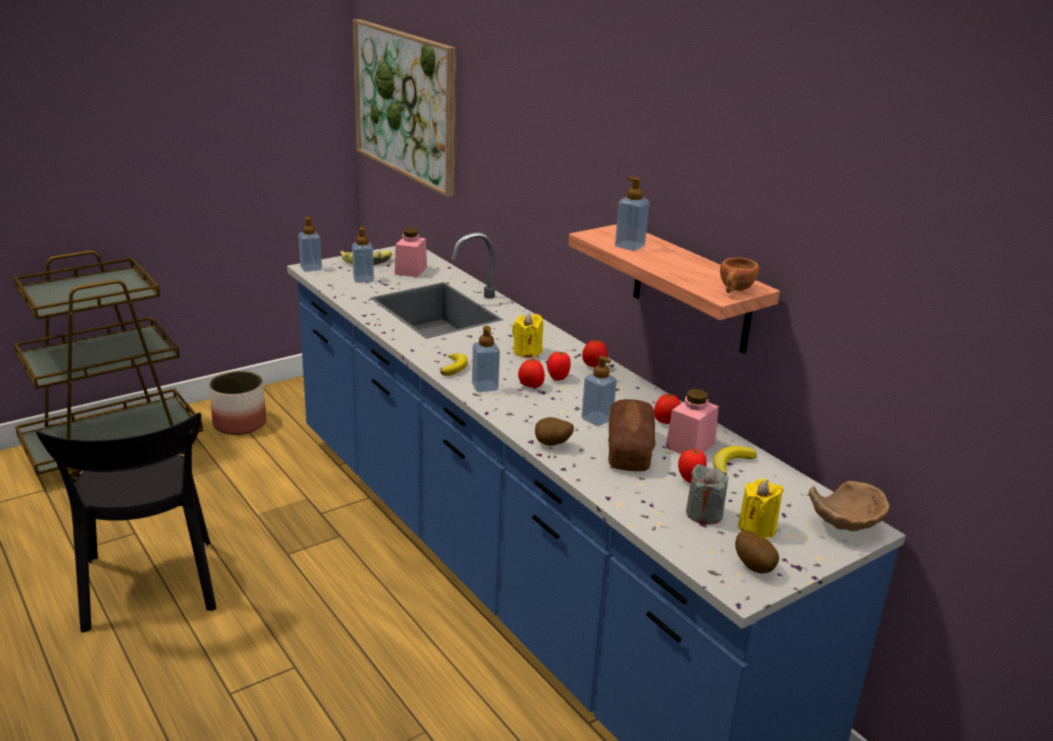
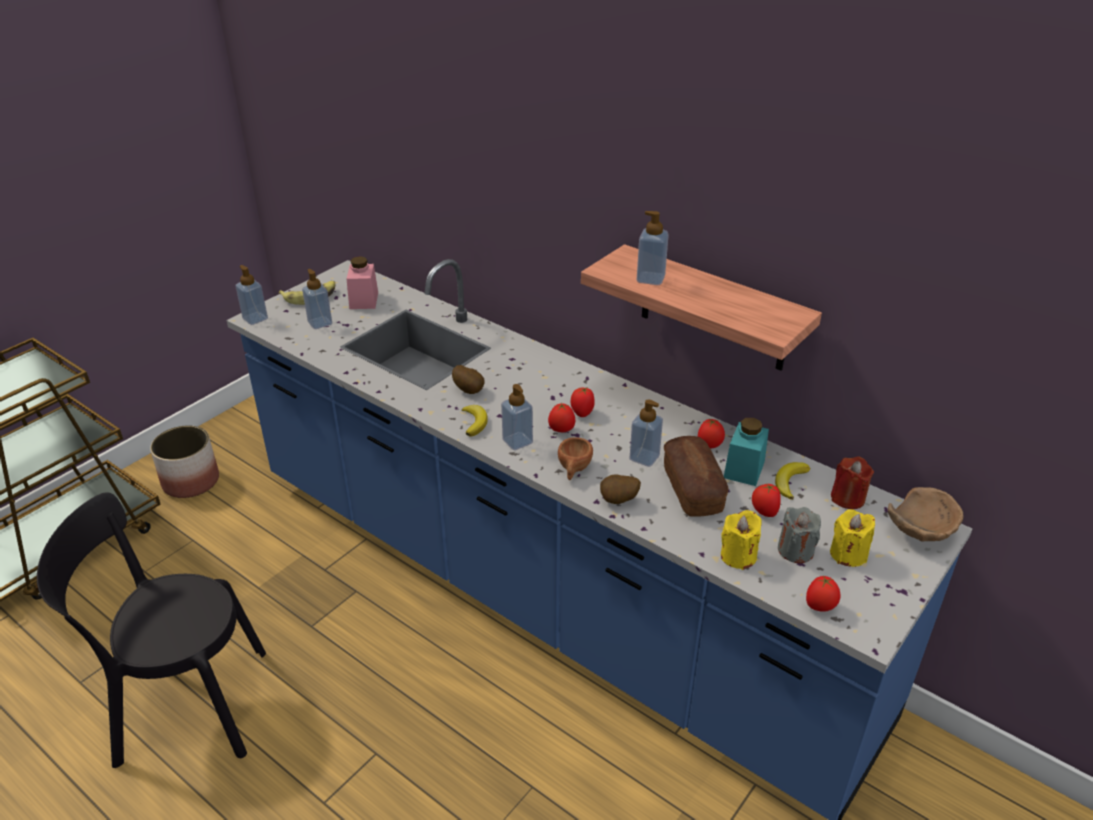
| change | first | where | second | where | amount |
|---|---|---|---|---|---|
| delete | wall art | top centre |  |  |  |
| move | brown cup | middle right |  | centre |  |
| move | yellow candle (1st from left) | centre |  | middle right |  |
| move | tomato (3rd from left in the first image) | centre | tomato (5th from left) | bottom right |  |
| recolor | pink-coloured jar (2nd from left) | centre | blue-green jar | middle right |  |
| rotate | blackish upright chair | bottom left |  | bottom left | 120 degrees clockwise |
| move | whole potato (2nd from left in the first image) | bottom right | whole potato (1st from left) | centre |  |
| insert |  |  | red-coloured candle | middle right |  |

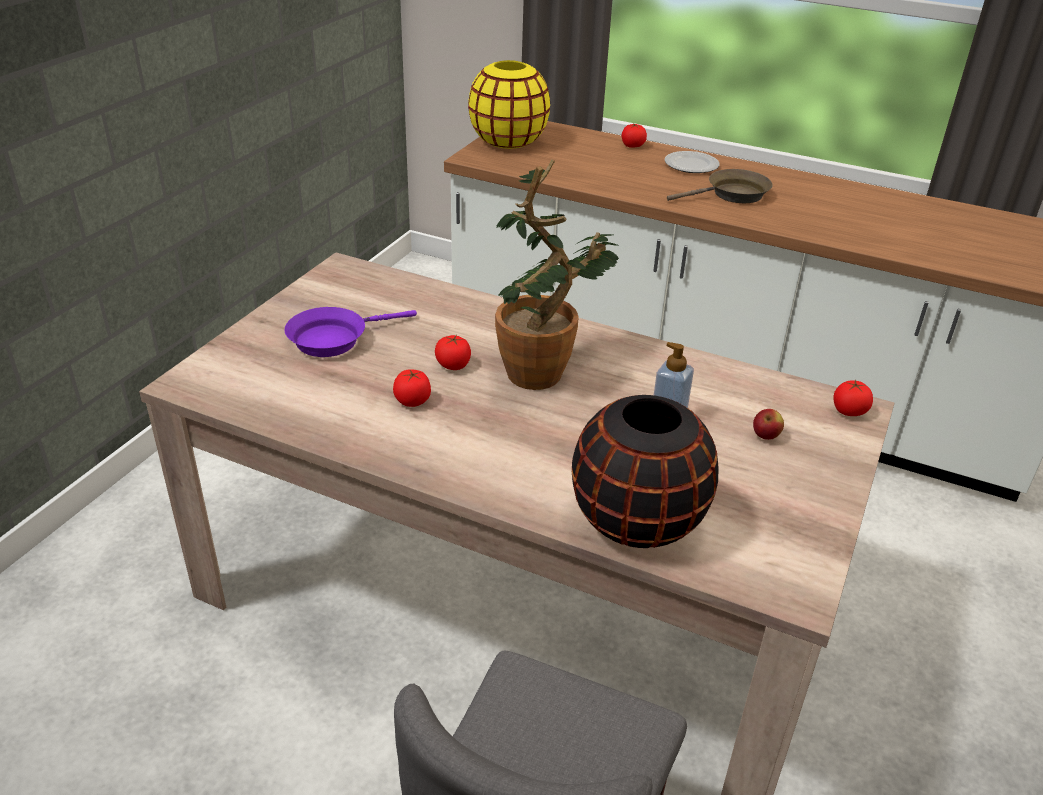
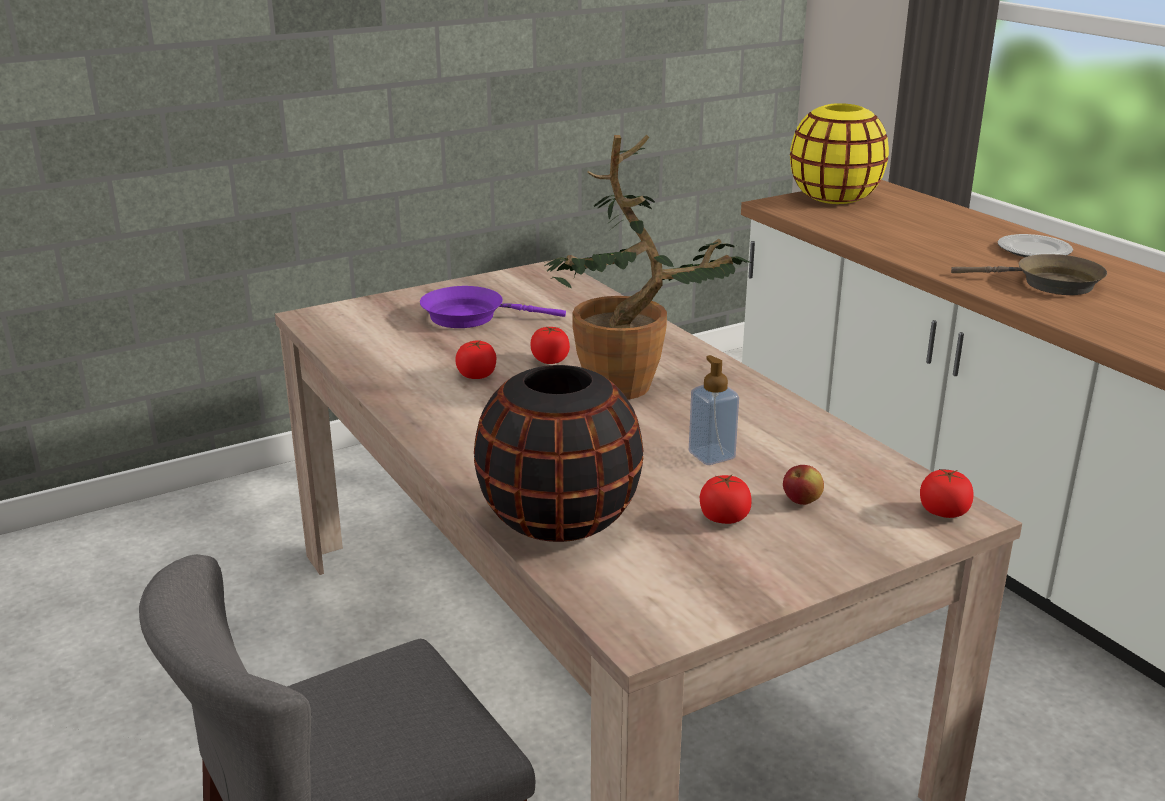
| change | first | where | second | where | amount |
|---|---|---|---|---|---|
| move | tomato (3rd from left) | top centre |  | centre |  |

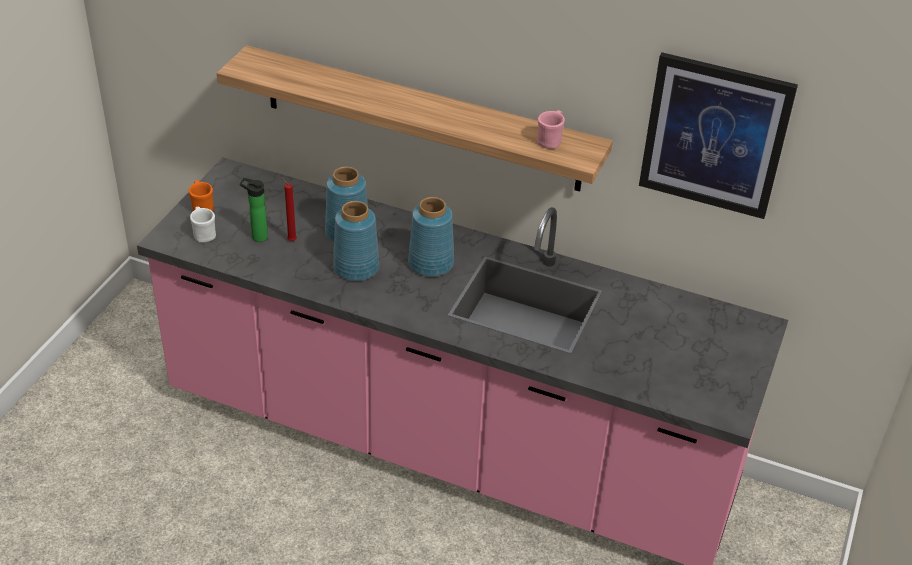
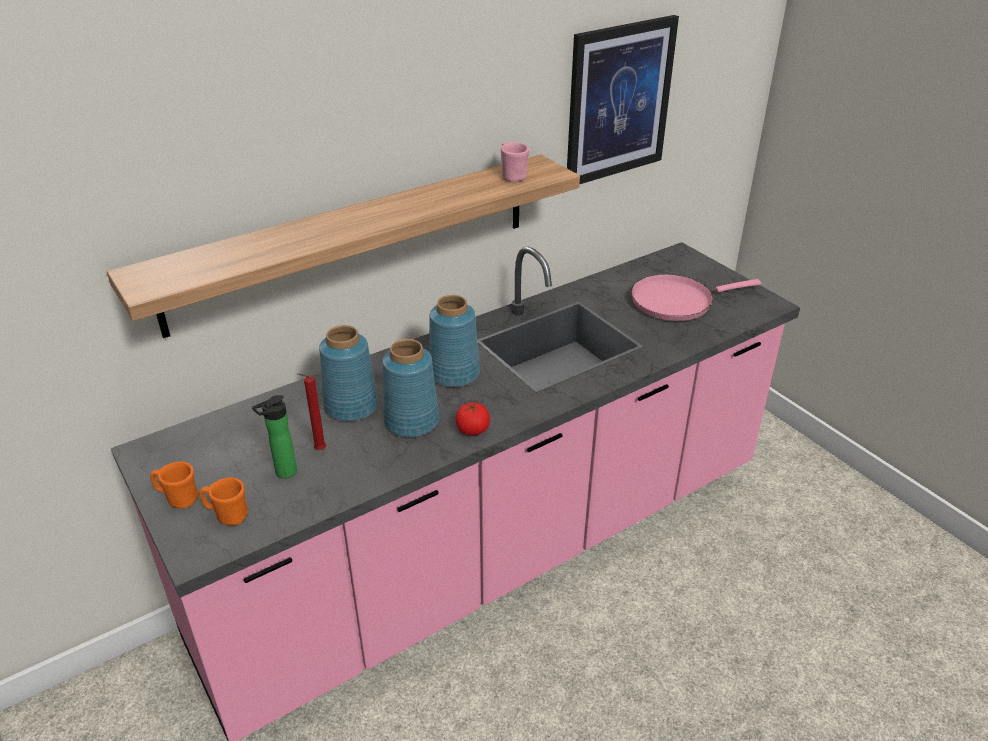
| change | first | where | second | where | amount |
|---|---|---|---|---|---|
| recolor | whitish tea mug | middle left | orange tea mug (2nd from left) | bottom left |  |
| insert |  |  | pink-coloured frying pan | middle right |  |
| insert |  |  | tomato | centre |  |

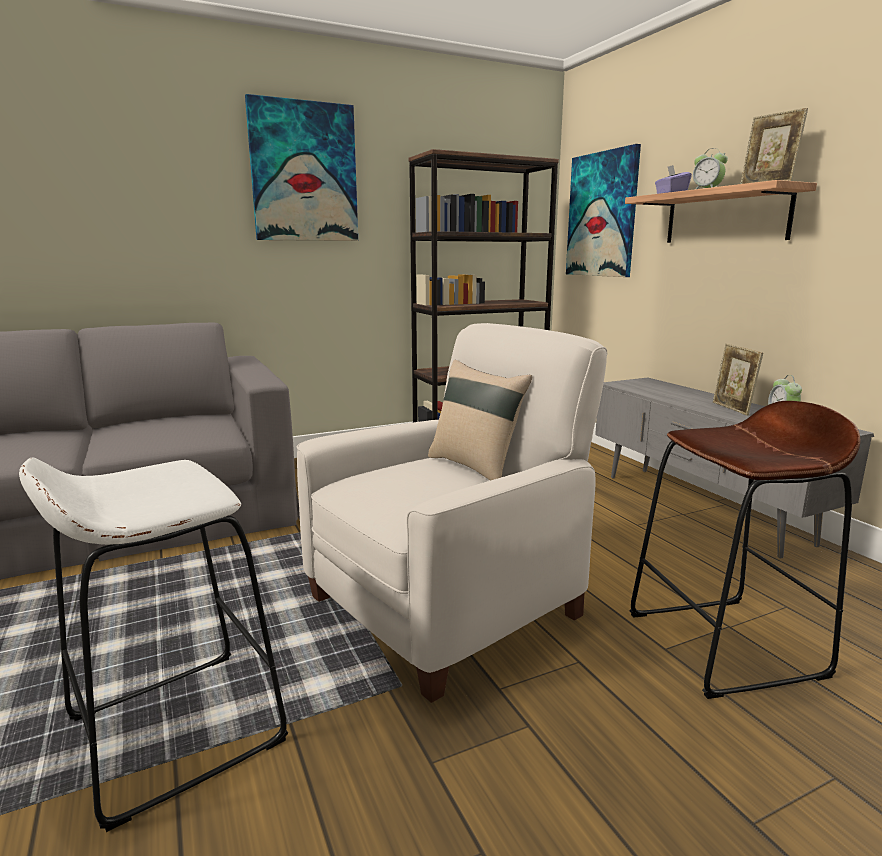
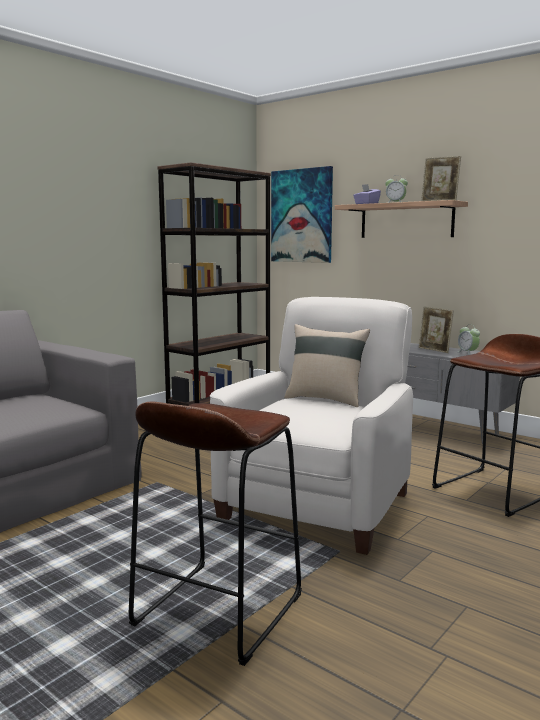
| change | first | where | second | where | amount |
|---|---|---|---|---|---|
| delete | wall art (1st from left) | top centre |  |  |  |
| recolor | whitish sitting stool | bottom left | brown sitting stool (1st from left) | bottom centre |  |

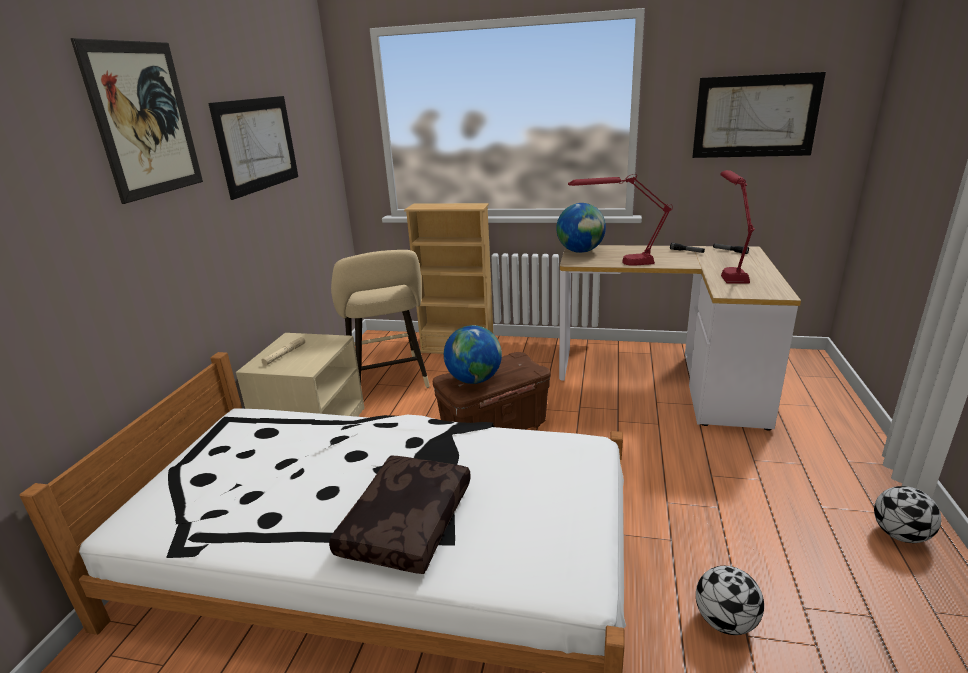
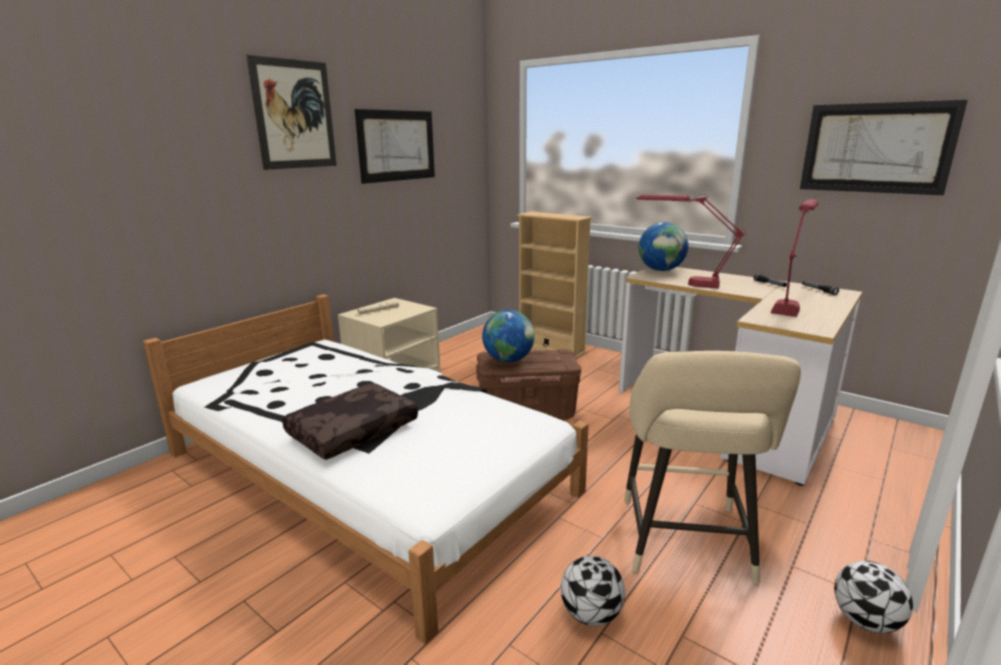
| change | first | where | second | where | amount |
|---|---|---|---|---|---|
| move | sand-coloured sitting stool | centre |  | bottom right |  |

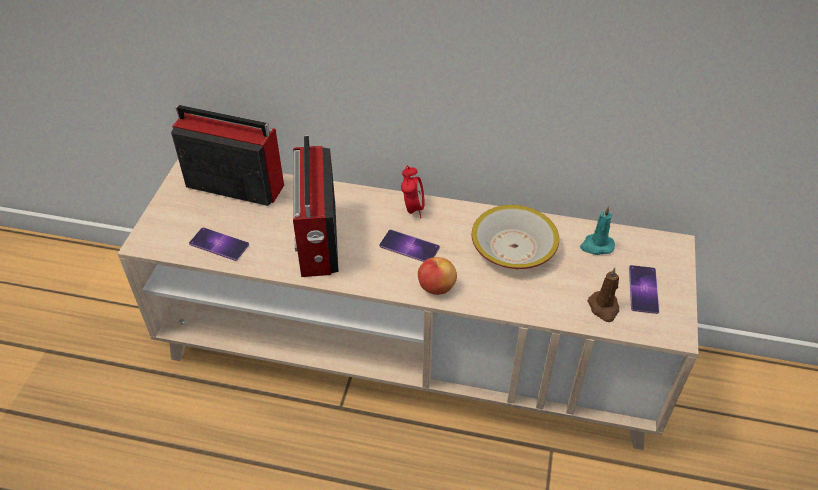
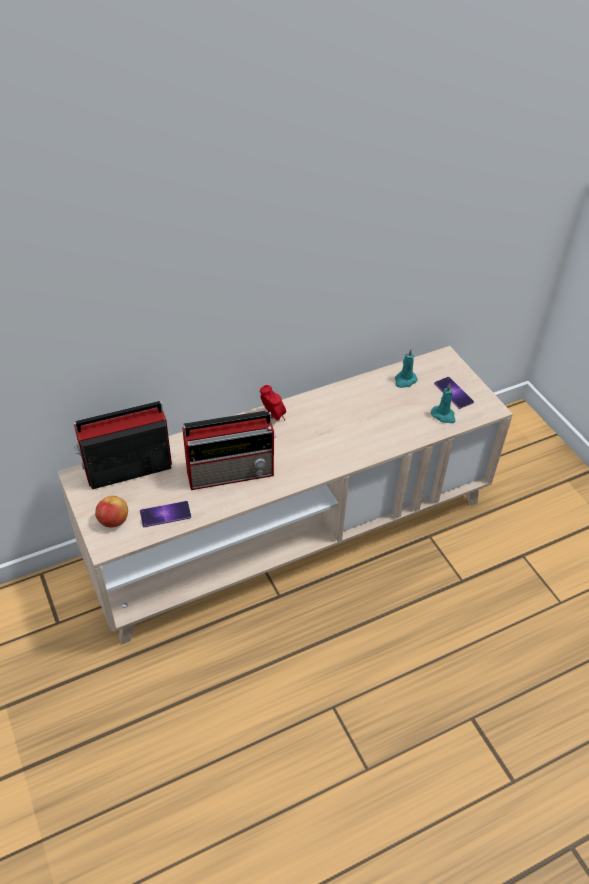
| change | first | where | second | where | amount |
|---|---|---|---|---|---|
| rotate | radio receiver (2nd from left) | centre |  | centre | 60 degrees counterclockwise |
| delete | deep dish | centre |  |  |  |
| delete | telephone (2nd from left) | centre |  |  |  |
| move | whole apple | centre |  | middle left |  |
| recolor | brown candle | middle right | blue-green candle (2nd from left) | middle right |  |

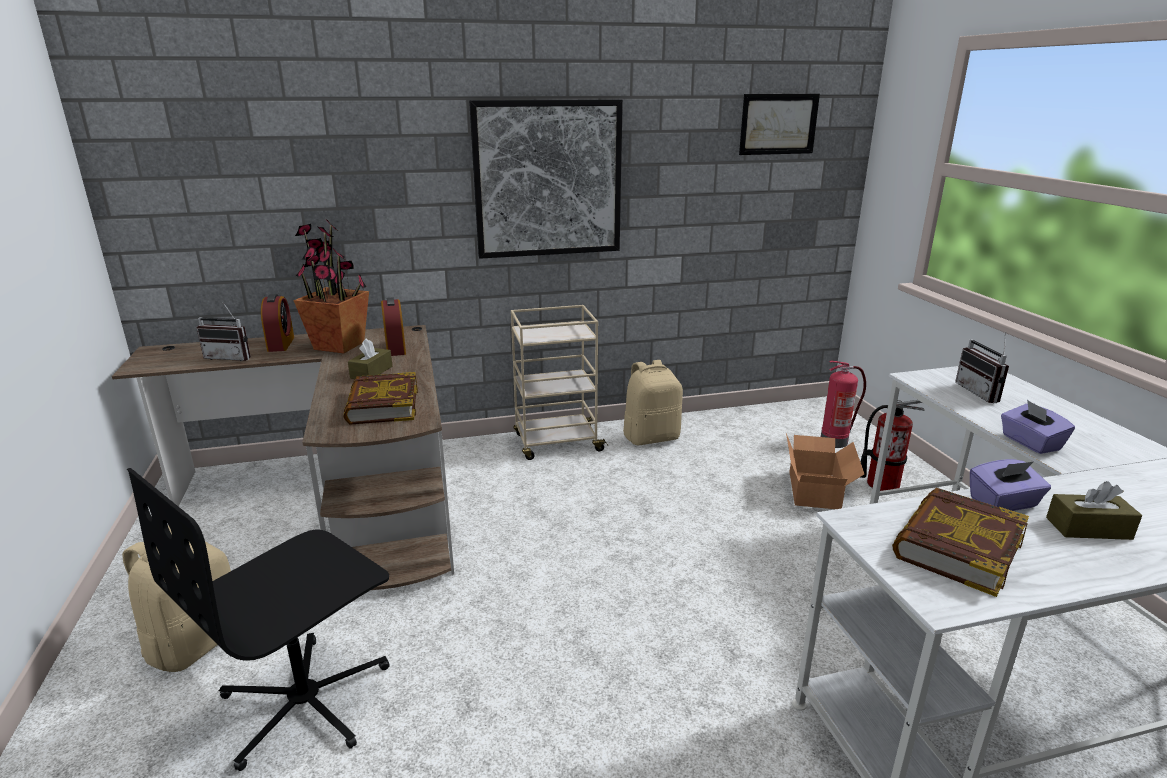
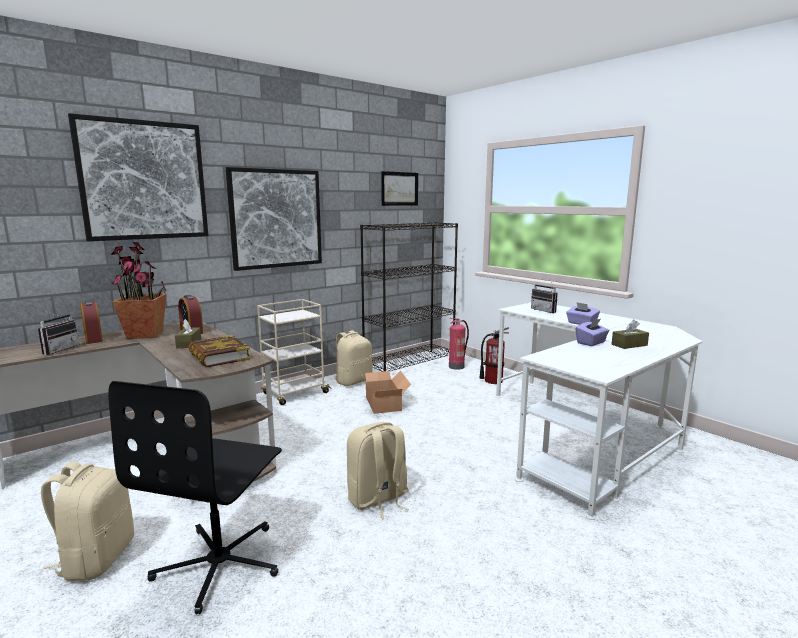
| change | first | where | second | where | amount |
|---|---|---|---|---|---|
| rotate | radio receiver (1st from left) | middle left |  | middle left | 60 degrees counterclockwise |
| move | carton | middle right |  | centre |  |
| delete | book (2nd from left) | bottom right |  |  |  |
| insert |  |  | wall art (1st from left) | top left |  |
| insert |  |  | blackish bookshelf | centre |  |
| insert |  |  | sand-coloured rucksack (3rd from left) | bottom centre |  |

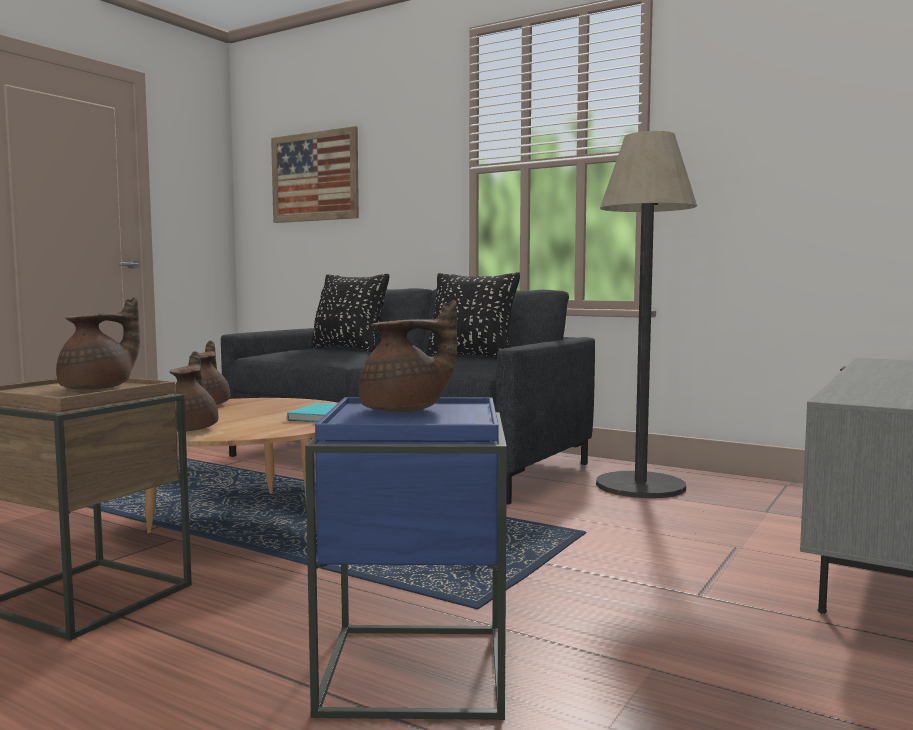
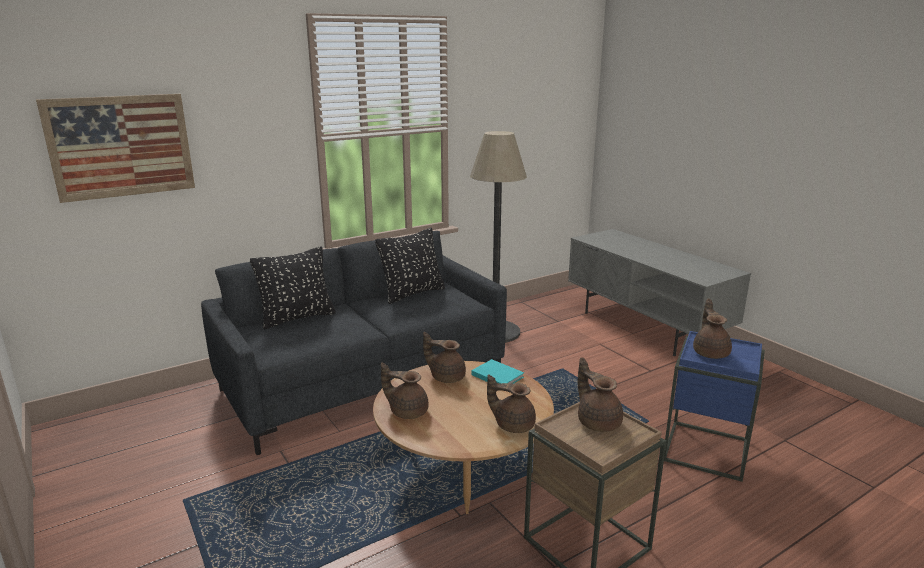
| change | first | where | second | where | amount |
|---|---|---|---|---|---|
| insert |  |  | brown teapot (2nd from left) | centre |  |

